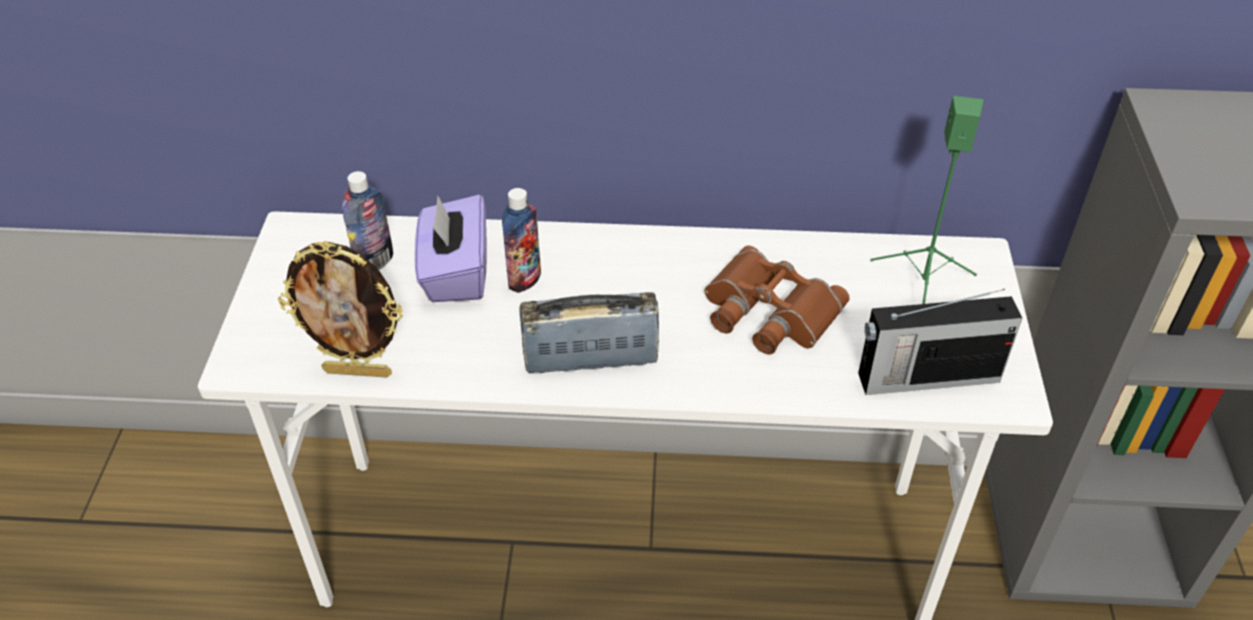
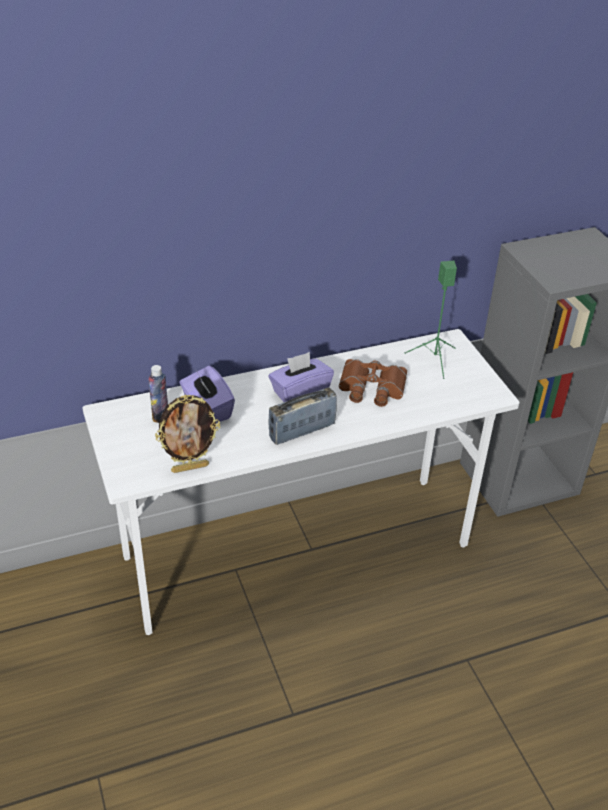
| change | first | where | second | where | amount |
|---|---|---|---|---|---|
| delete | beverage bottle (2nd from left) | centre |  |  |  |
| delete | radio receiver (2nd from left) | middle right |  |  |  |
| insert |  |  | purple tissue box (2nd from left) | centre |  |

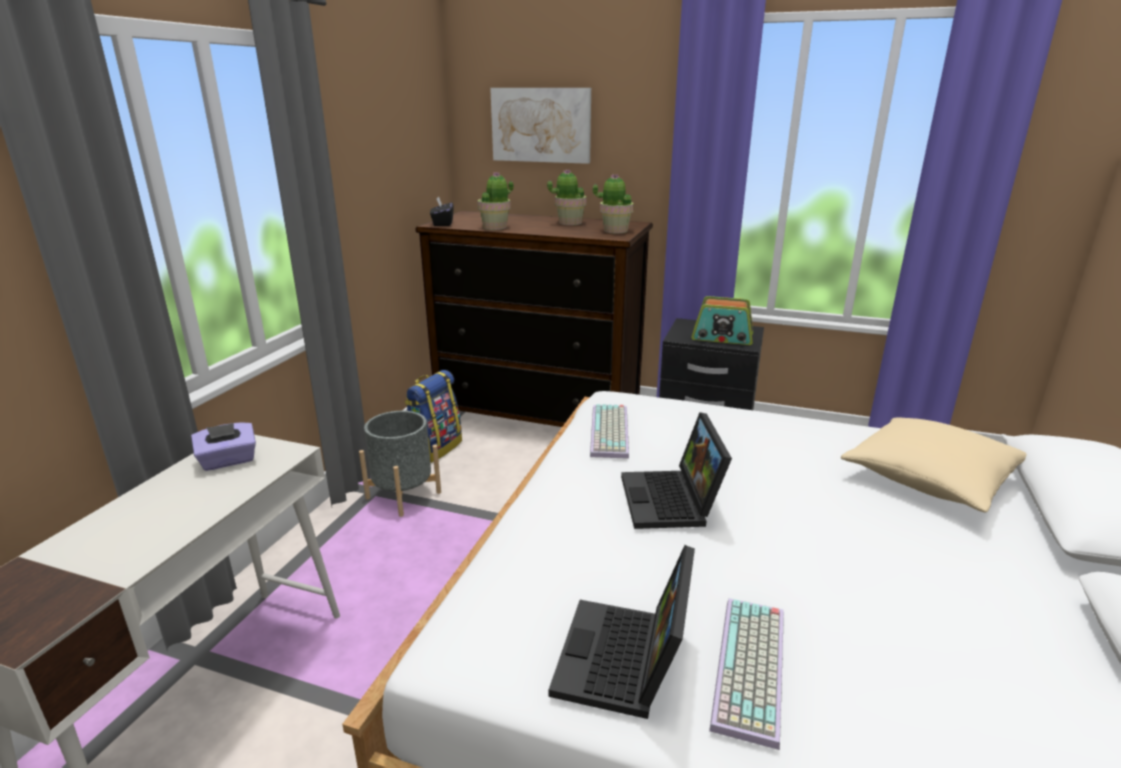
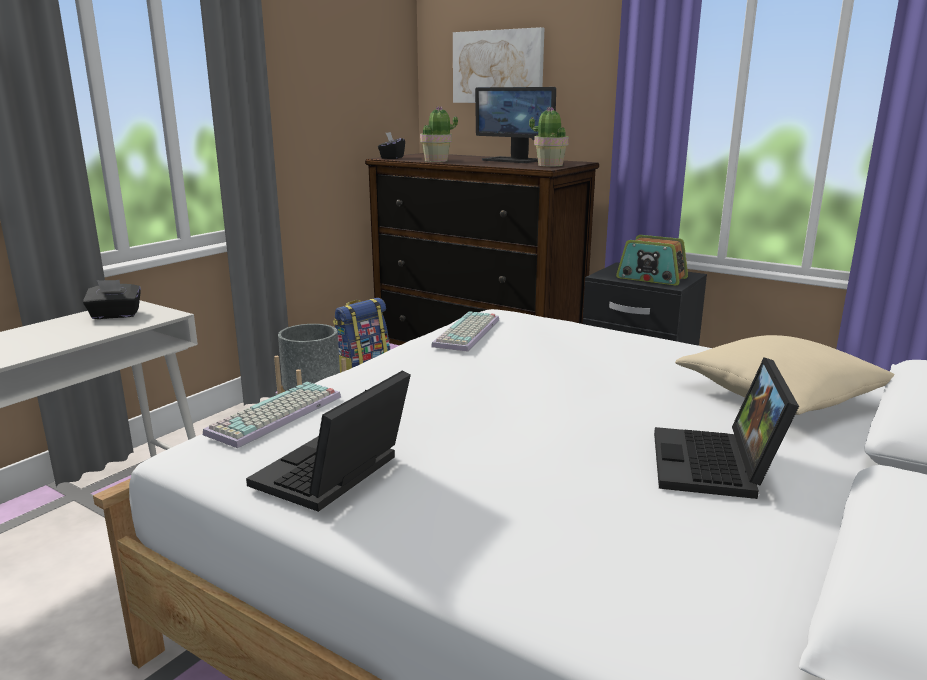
| change | first | where | second | where | amount |
|---|---|---|---|---|---|
| replace | potted plant (2nd from left) | top centre | computer screen | top centre |  |
| move | notebook computer (2nd from left) | centre |  | middle right |  |
| recolor | purple tissue box | middle left | blackish tissue box (1st from left) | middle left |  |
| move | computer keyboard (2nd from left in the first image) | bottom centre | computer keyboard (1st from left) | middle left |  |

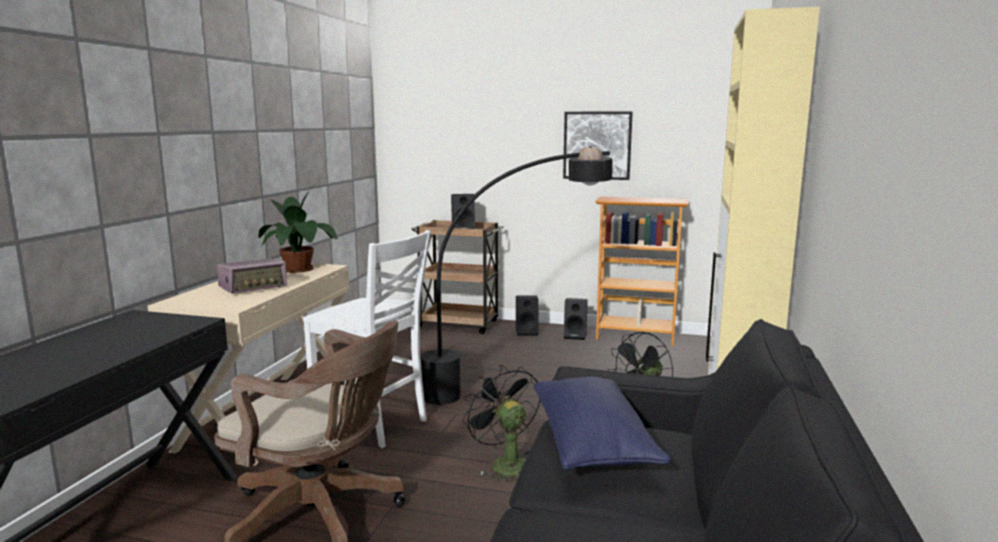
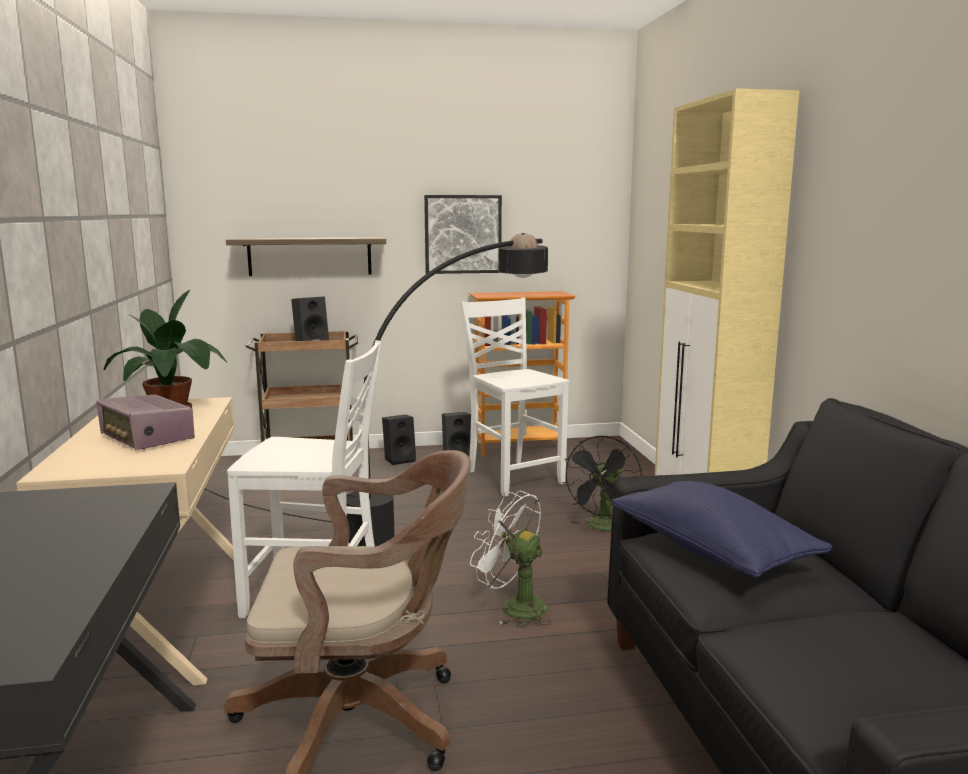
| change | first | where | second | where | amount |
|---|---|---|---|---|---|
| rotate | radio receiver | middle left |  | middle left | 105 degrees clockwise |
| recolor | blackish cooling fan (1st from left) | bottom centre | whitish cooling fan | bottom centre |  |
| insert |  |  | wall shelf | top left |  |
| insert |  |  | whitish upright chair (2nd from left) | centre |  |

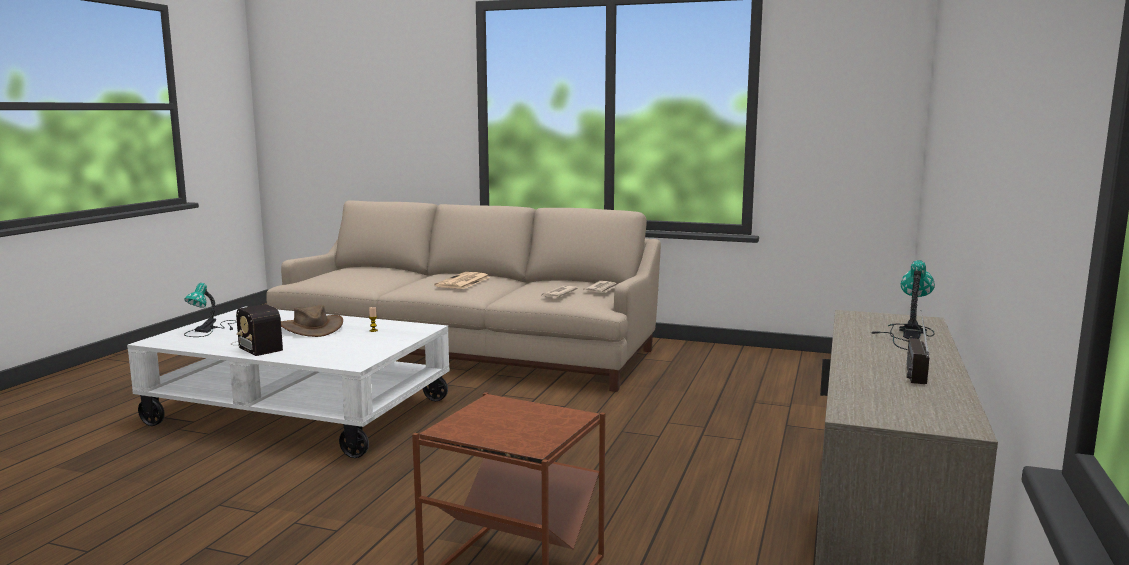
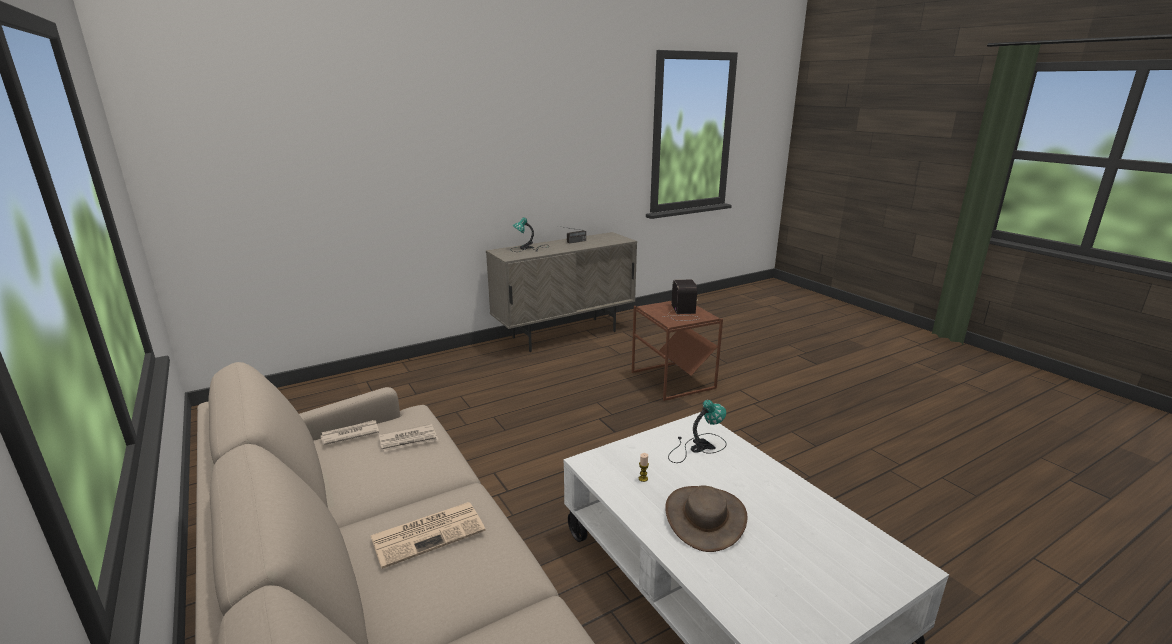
| change | first | where | second | where | amount |
|---|---|---|---|---|---|
| move | lamp for a table (1st from left in the first image) | middle left | lamp for a table (2nd from left) | bottom centre |  |
| move | radio receiver (1st from left in the first image) | middle left | radio receiver (2nd from left) | centre |  |

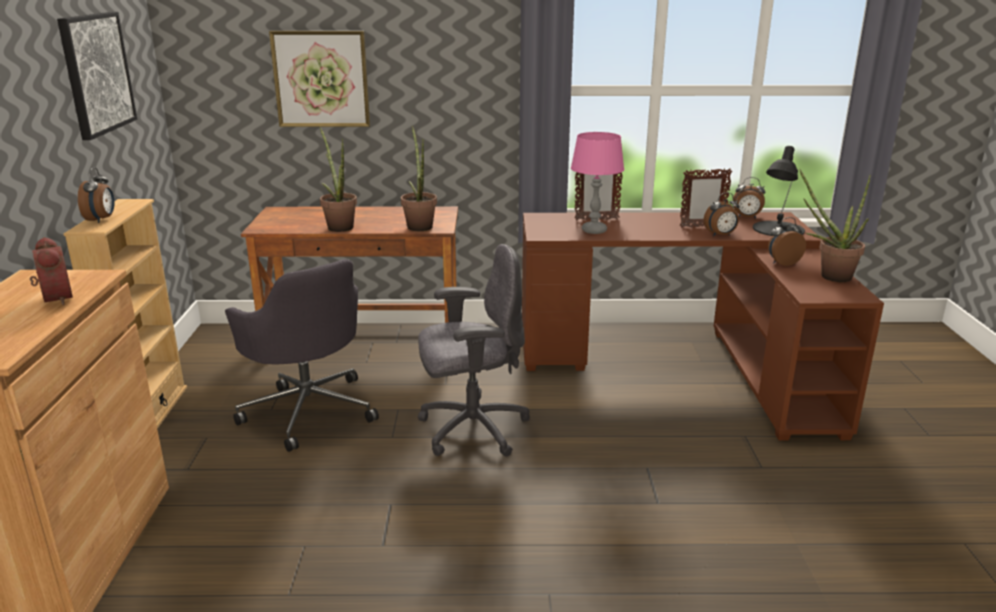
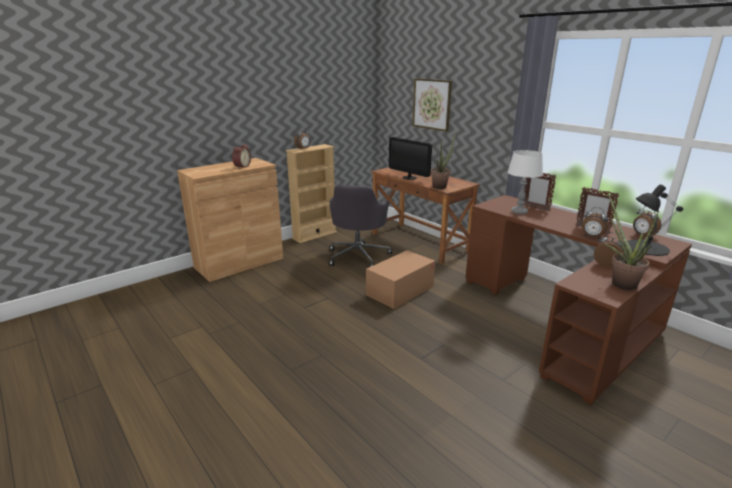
| change | first | where | second | where | amount |
|---|---|---|---|---|---|
| delete | wall art (1st from left) | top left |  |  |  |
| replace | potted plant (1st from left) | top centre | computer screen | top centre |  |
| recolor | pink-coloured lamp for a table | top centre | whitish lamp for a table | middle right |  |
| replace | greyish computer chair (2nd from left) | centre | carton | centre |  |

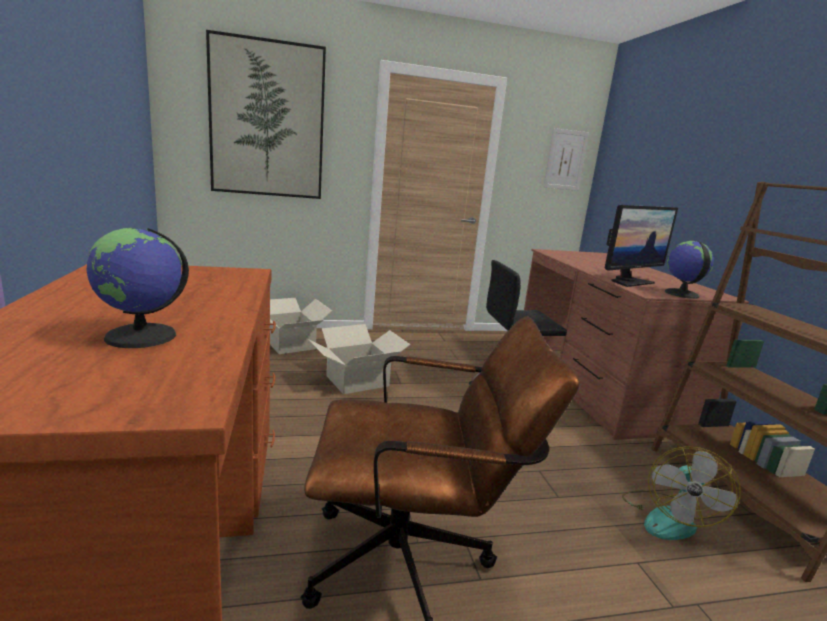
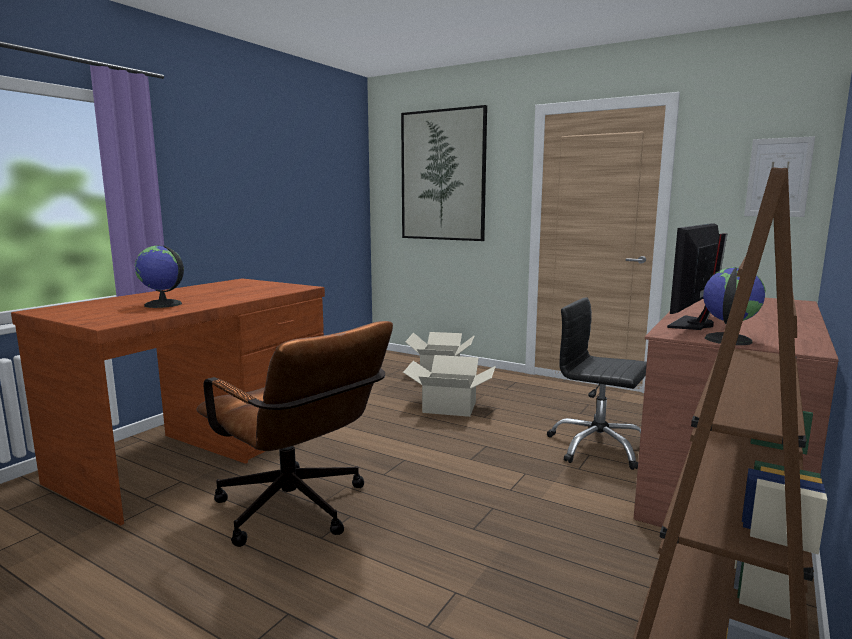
| change | first | where | second | where | amount |
|---|---|---|---|---|---|
| rotate | computer screen | middle right |  | middle right | 120 degrees clockwise |
| delete | cooling fan | bottom right |  |  |  |

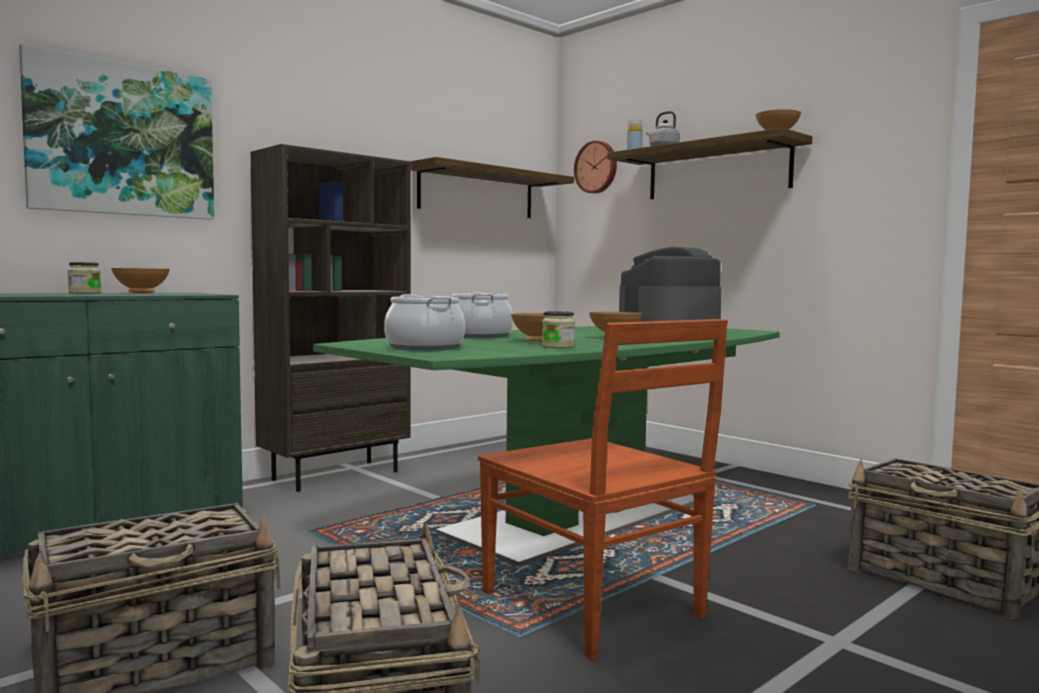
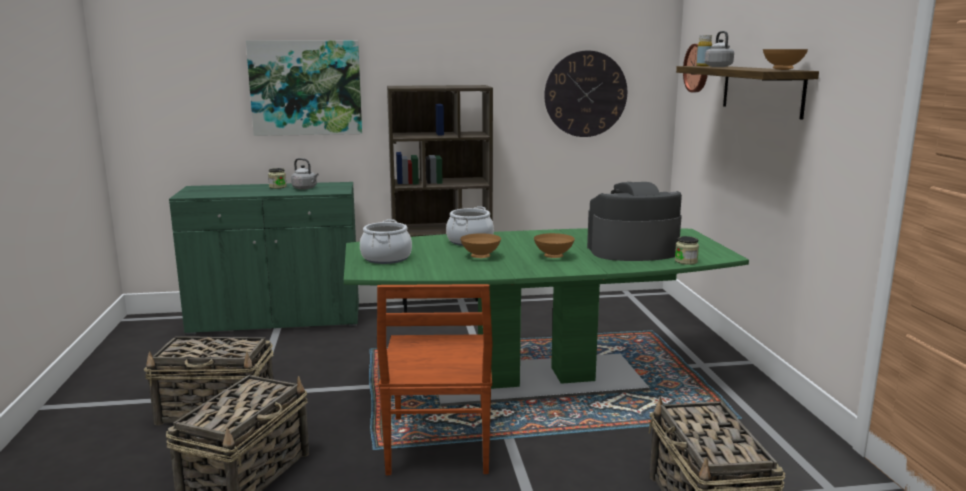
| change | first | where | second | where | amount |
|---|---|---|---|---|---|
| replace | wall shelf (1st from left) | top centre | hanging clock (1st from left) | top centre |  |
| replace | brown deep dish (1st from left) | middle left | greyish tea kettle (1st from left) | middle left |  |
| move | jar (2nd from left) | centre |  | middle right |  |

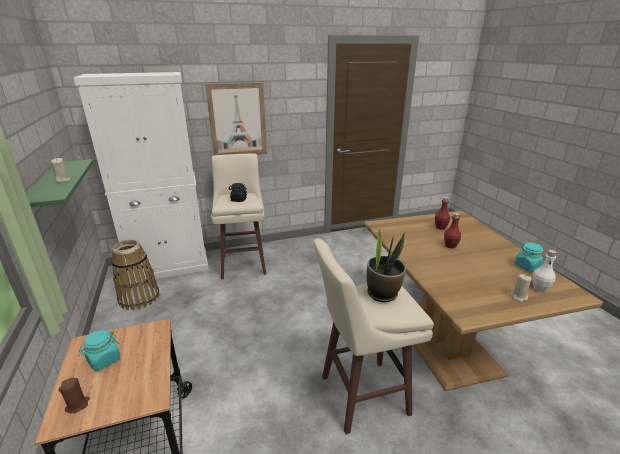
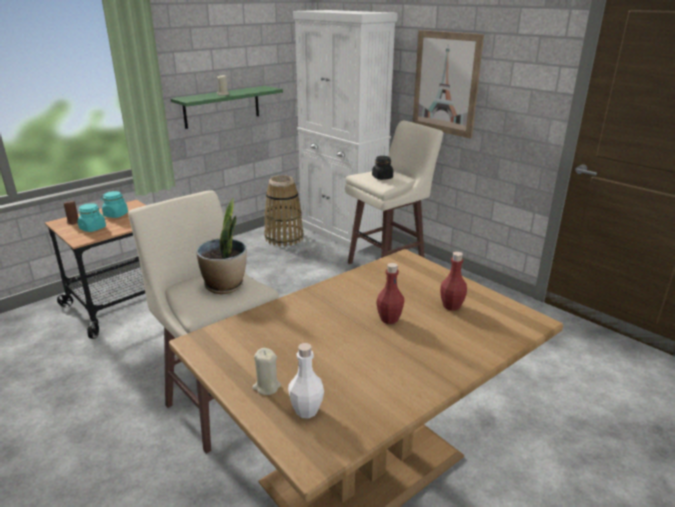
| change | first | where | second | where | amount |
|---|---|---|---|---|---|
| move | blue-green jar (2nd from left in the first image) | middle right | blue-green jar (1st from left) | middle left |  |

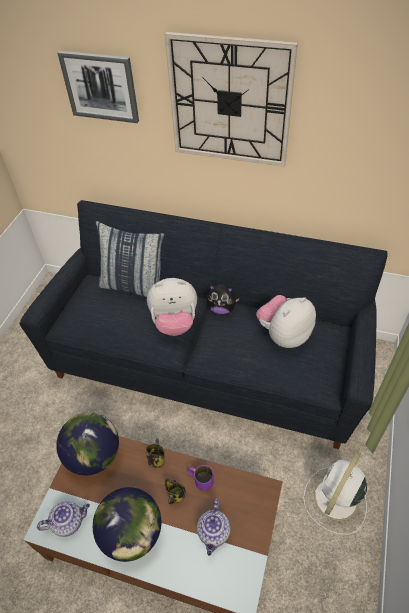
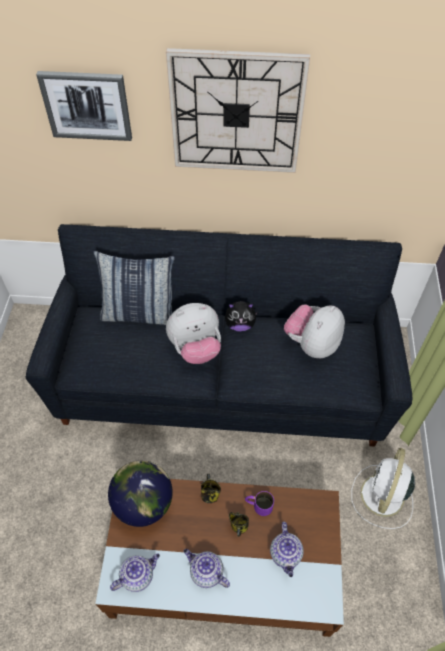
| change | first | where | second | where | amount |
|---|---|---|---|---|---|
| replace | world globe (2nd from left) | bottom left | teapot (2nd from left) | bottom centre |  |

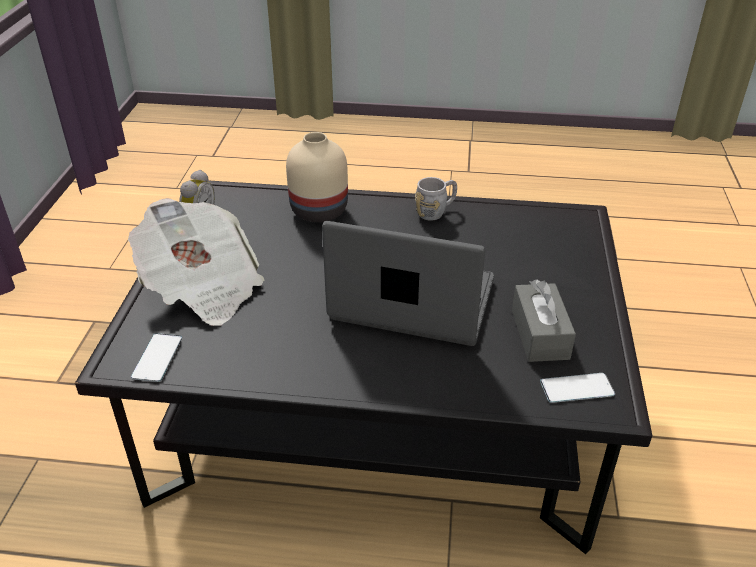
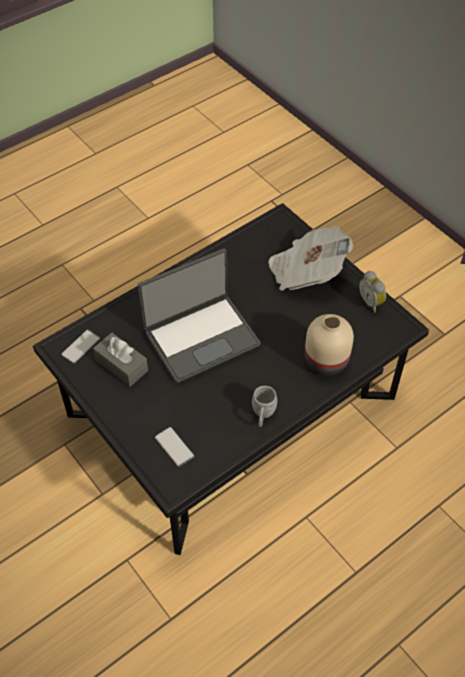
| change | first | where | second | where | amount |
|---|---|---|---|---|---|
| move | telephone (1st from left in the first image) | middle left | telephone (2nd from left) | centre |  |

